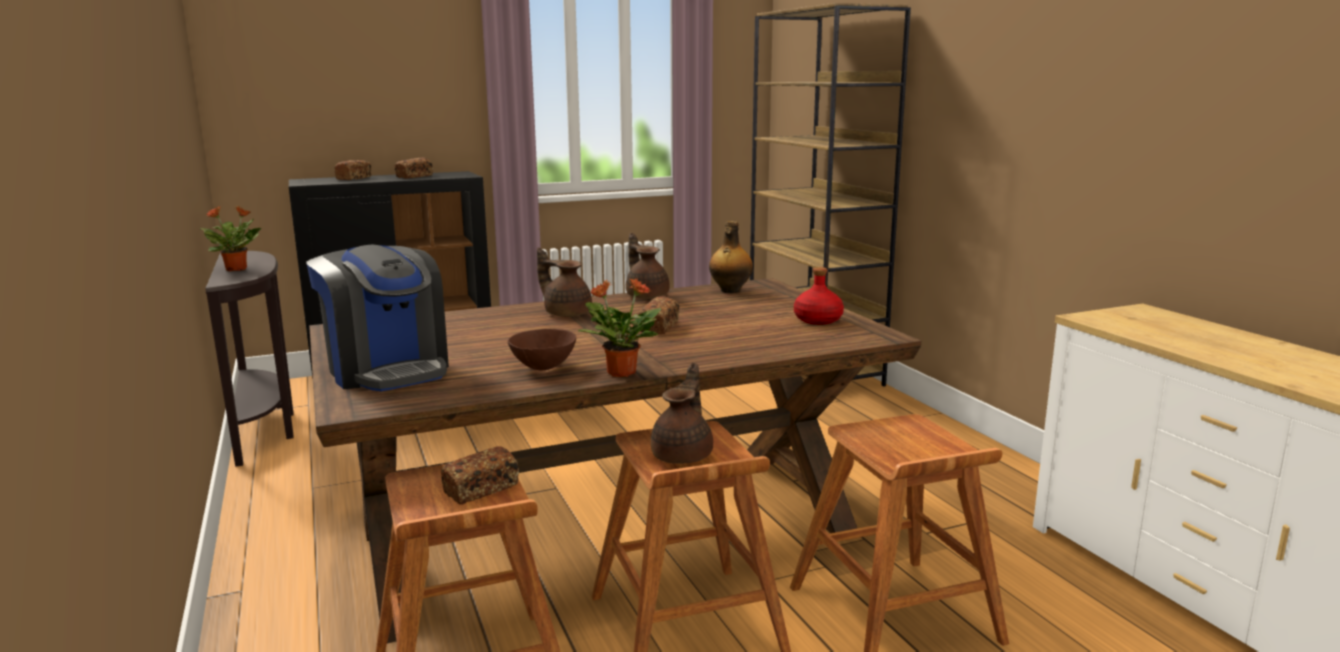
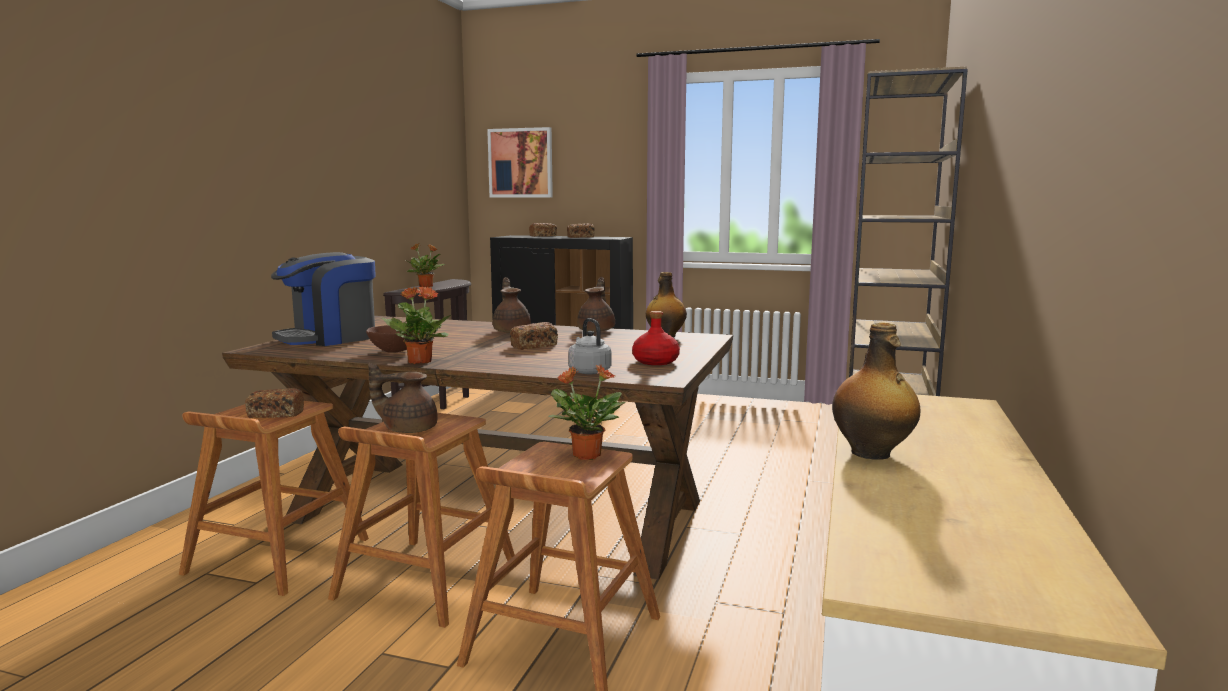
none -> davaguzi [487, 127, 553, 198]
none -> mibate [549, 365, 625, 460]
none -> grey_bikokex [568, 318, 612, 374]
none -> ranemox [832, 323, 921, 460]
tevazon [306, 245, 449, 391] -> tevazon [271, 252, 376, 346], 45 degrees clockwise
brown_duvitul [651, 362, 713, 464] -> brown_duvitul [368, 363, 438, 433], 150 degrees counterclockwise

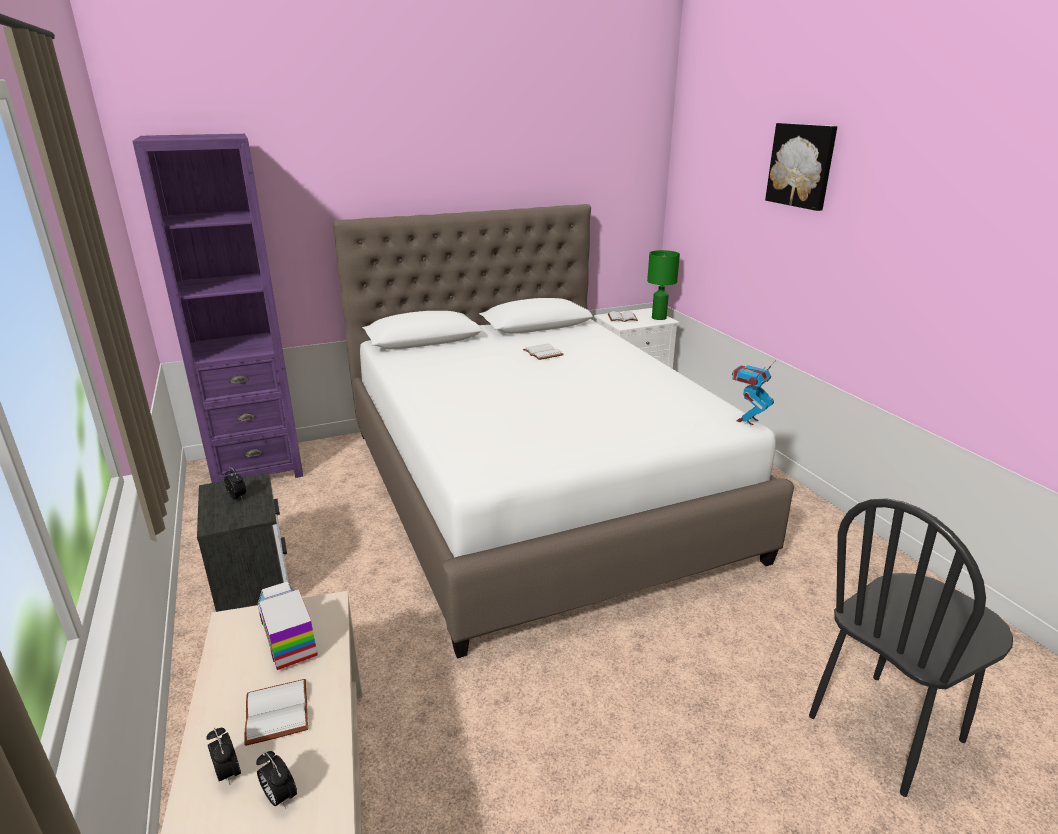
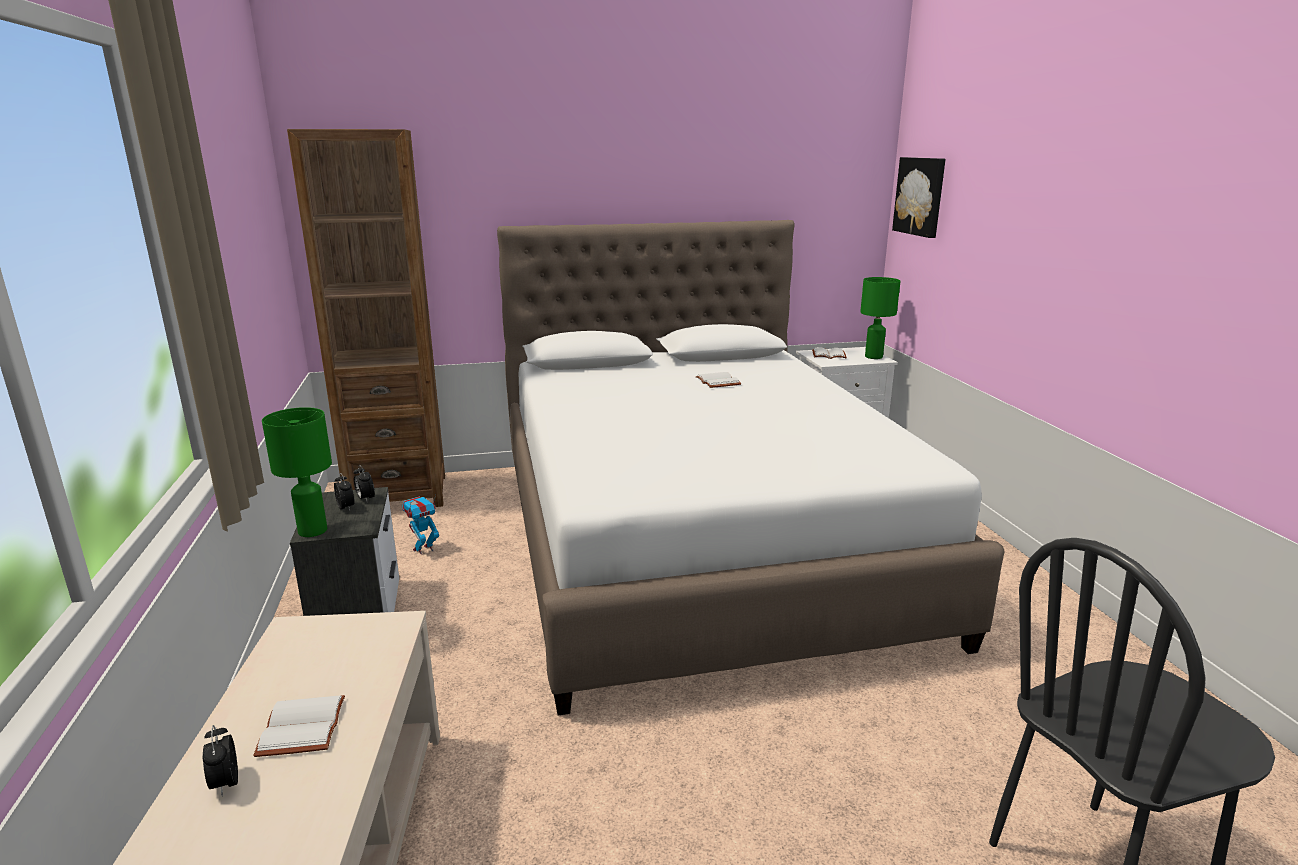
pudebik [258, 581, 318, 670] -> none
none -> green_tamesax [262, 407, 332, 537]
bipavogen [256, 751, 297, 809] -> bipavogen [354, 465, 375, 503], moved
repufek [732, 360, 776, 425] -> repufek [402, 495, 439, 555], moved
davaguzi [765, 123, 837, 211] -> davaguzi [892, 157, 945, 238], moved
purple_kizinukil [132, 134, 303, 483] -> brown_kizinukil [287, 129, 445, 507]

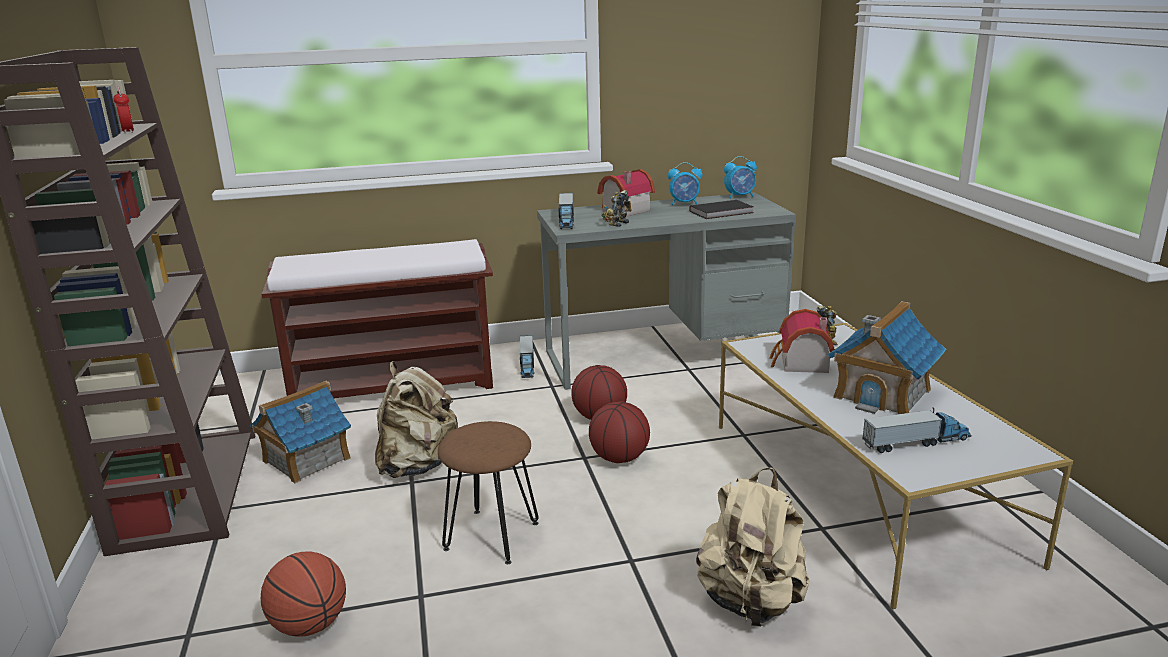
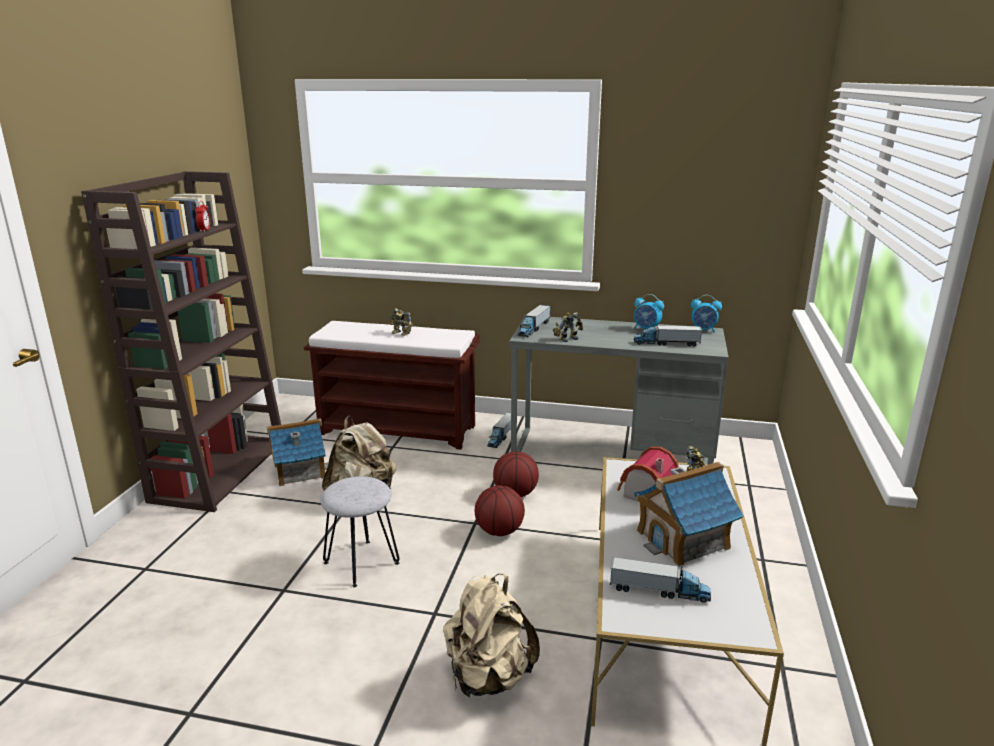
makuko [261, 552, 346, 637] -> none
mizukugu [597, 169, 655, 217] -> none
none -> repufek [390, 308, 413, 336]
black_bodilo [689, 200, 754, 219] -> pudebik [634, 324, 702, 346]
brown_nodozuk [438, 421, 538, 564] -> grey_nodozuk [320, 476, 400, 587]

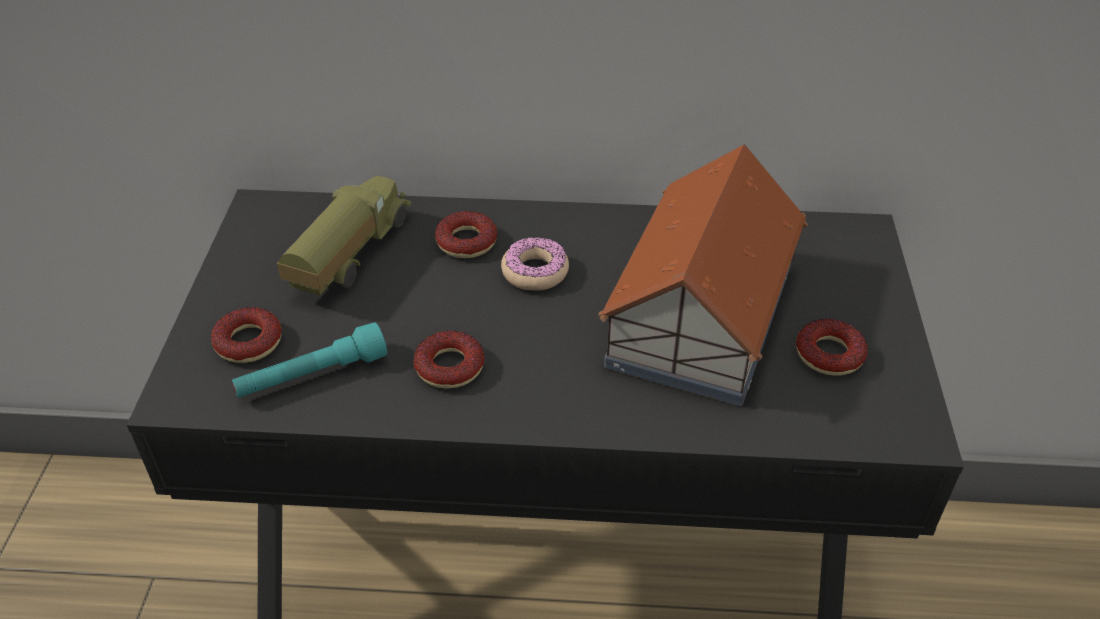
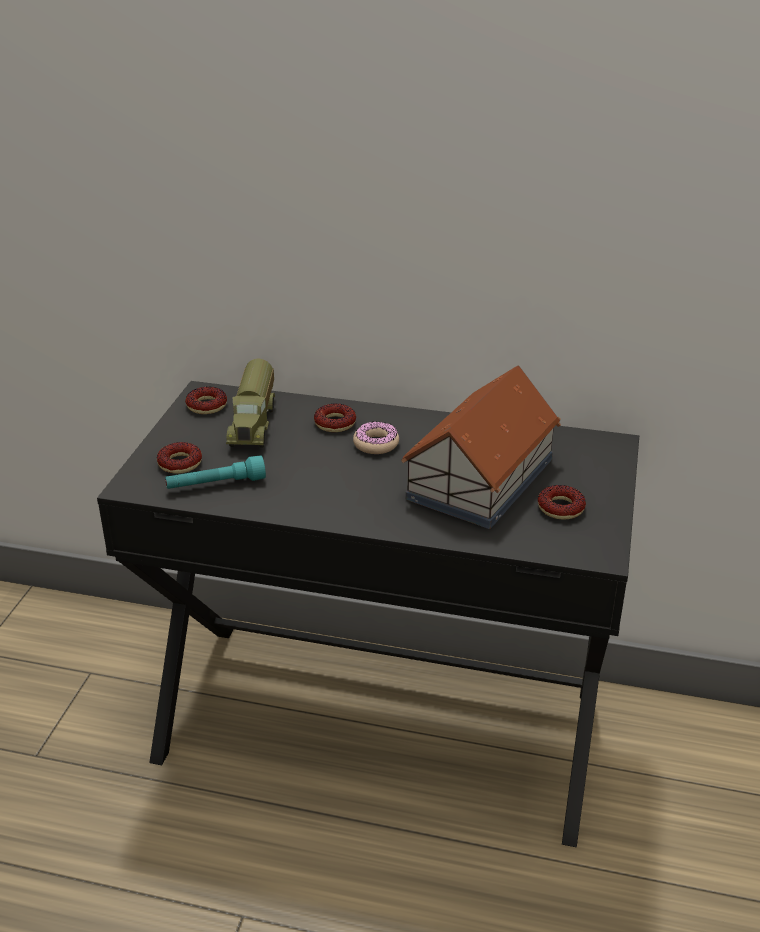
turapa [414, 330, 484, 389] -> turapa [185, 387, 227, 414], moved
pudebik [277, 176, 411, 295] -> pudebik [226, 358, 275, 448], 150 degrees clockwise

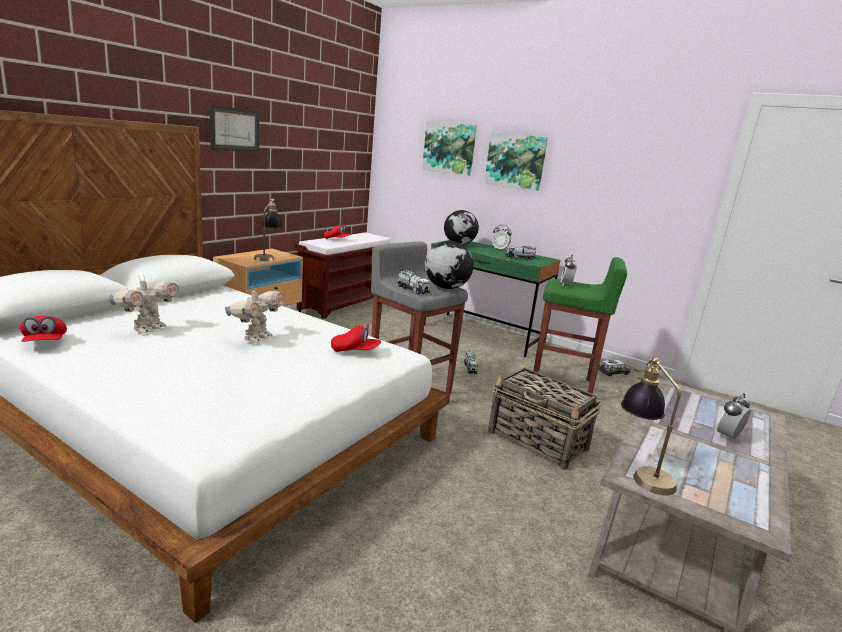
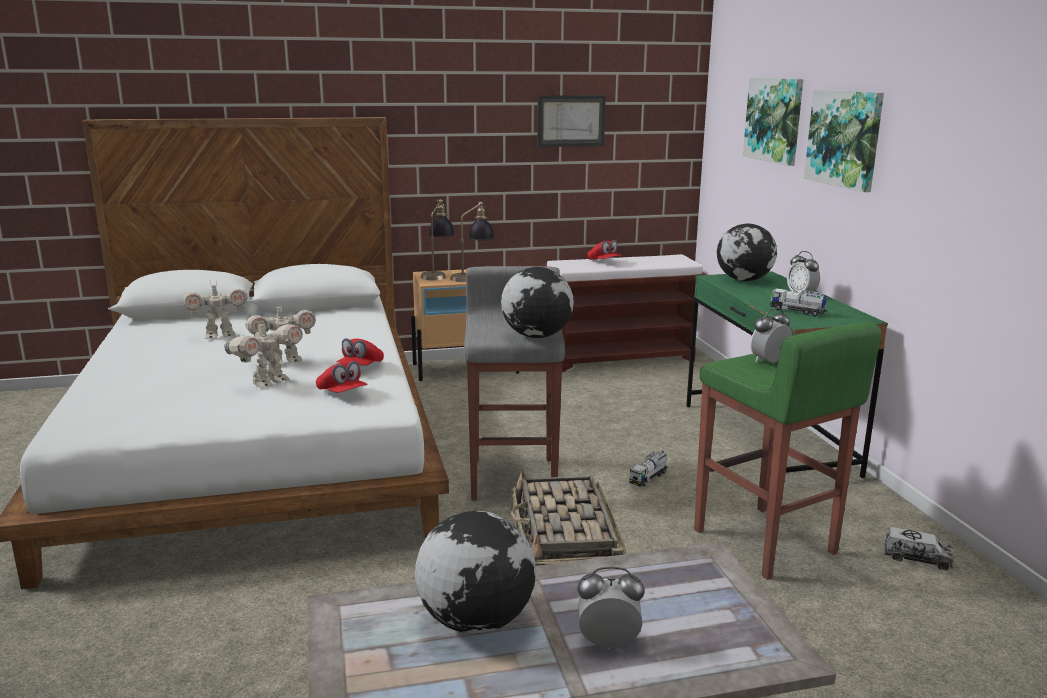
pudebik [397, 270, 431, 295] -> none
none -> repufek [224, 317, 303, 388]
none -> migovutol [415, 511, 536, 634]
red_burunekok [20, 316, 67, 342] -> red_burunekok [337, 338, 384, 366], moved
davaguzi [209, 105, 259, 152] -> davaguzi [537, 95, 606, 147], moved
tamesax [621, 358, 681, 495] -> tamesax [421, 199, 455, 280], moved

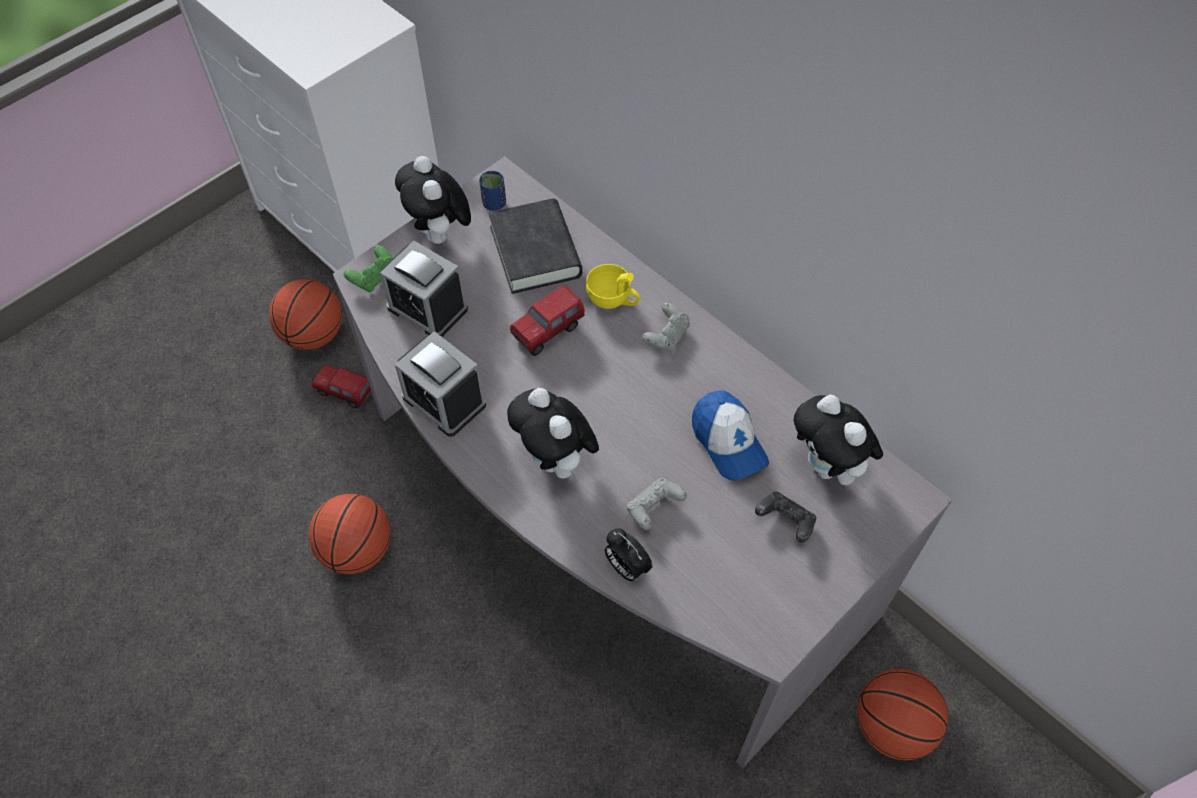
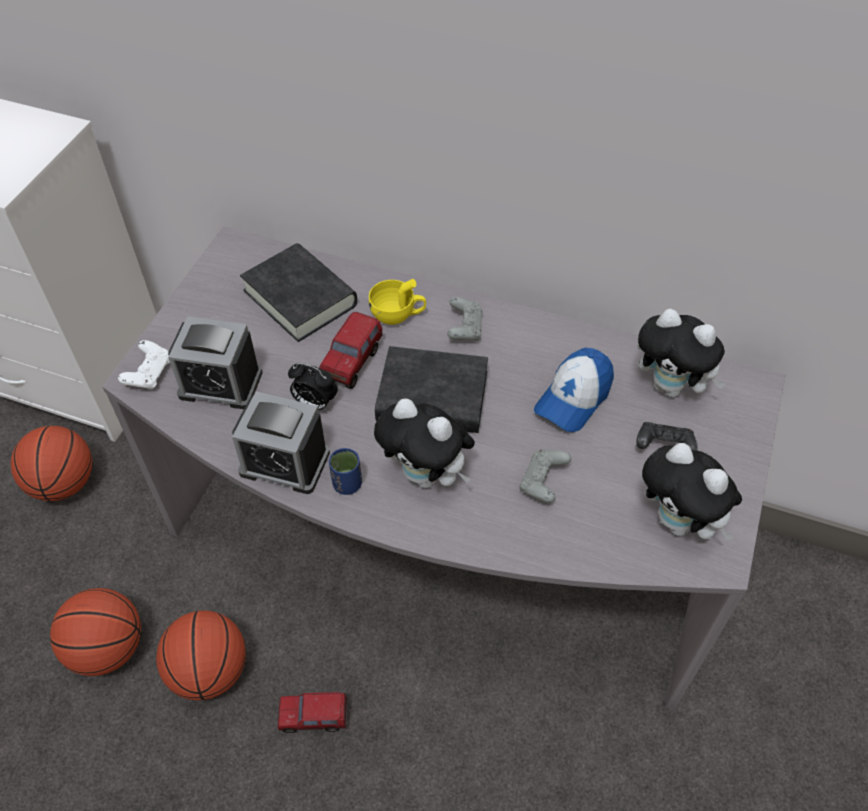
none -> black_bodilo [375, 346, 488, 433]
pudebik [312, 365, 371, 408] -> pudebik [278, 692, 347, 733], moved
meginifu [395, 156, 471, 246] -> meginifu [642, 443, 742, 541], moved
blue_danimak [479, 171, 506, 211] -> blue_danimak [329, 448, 362, 495], moved
bipavogen [605, 528, 653, 581] -> bipavogen [288, 363, 338, 410], moved
makuko [857, 669, 948, 760] -> makuko [50, 588, 141, 676], moved
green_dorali [344, 245, 393, 292] -> white_dorali [118, 340, 170, 390]
burunekok [692, 390, 769, 481] -> burunekok [534, 348, 614, 432], 90 degrees clockwise

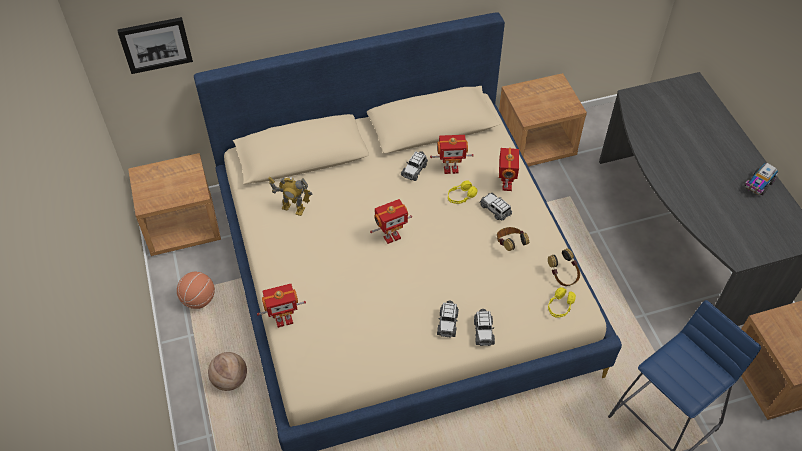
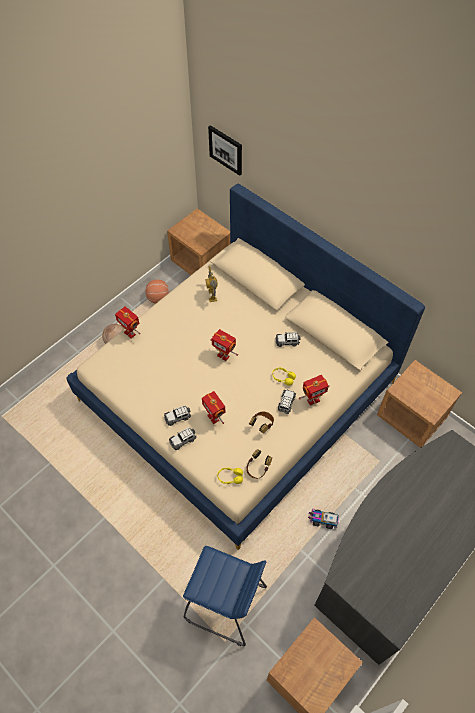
repufek [430, 135, 474, 174] -> repufek [202, 391, 225, 424], moved
pudebik [745, 163, 778, 196] -> pudebik [308, 508, 339, 529], moved

